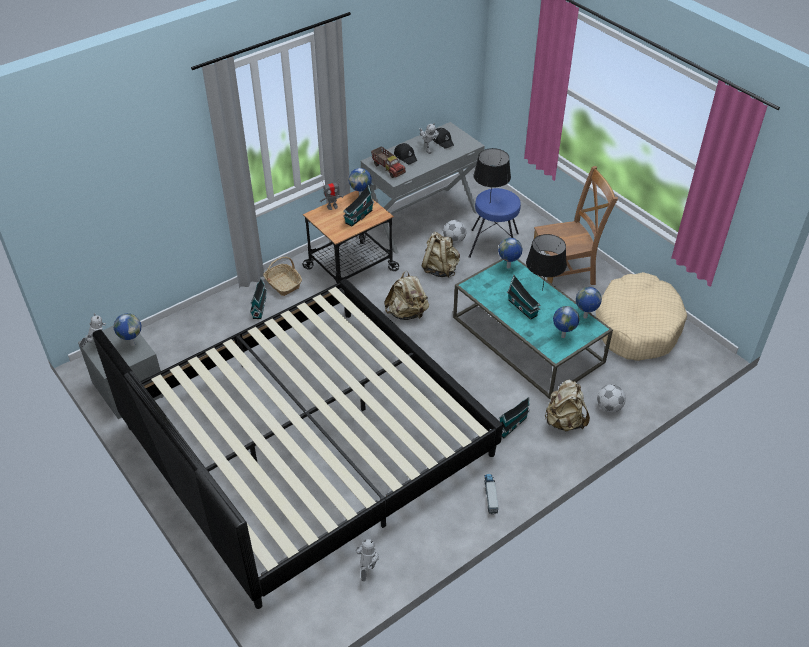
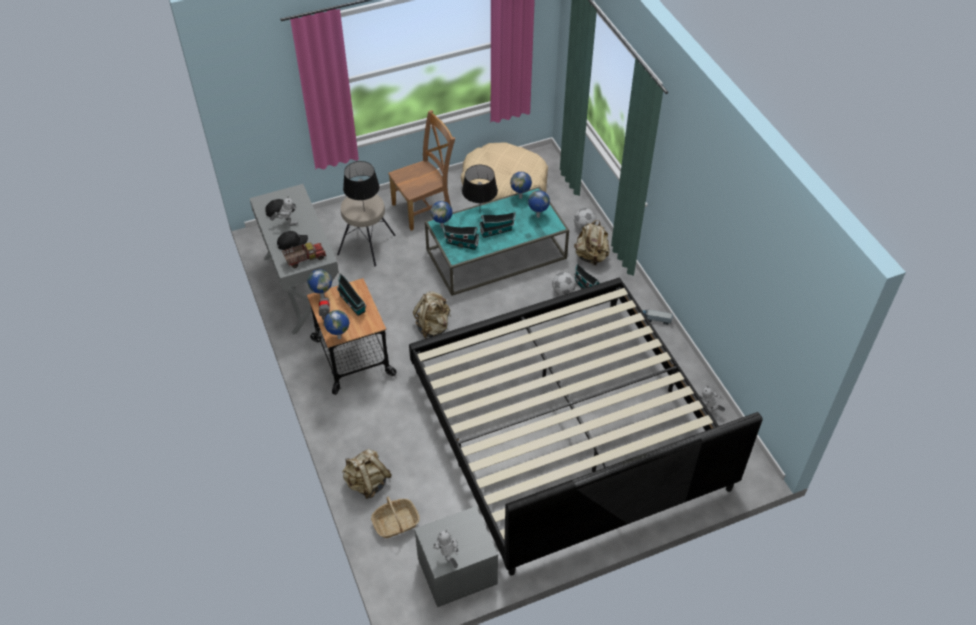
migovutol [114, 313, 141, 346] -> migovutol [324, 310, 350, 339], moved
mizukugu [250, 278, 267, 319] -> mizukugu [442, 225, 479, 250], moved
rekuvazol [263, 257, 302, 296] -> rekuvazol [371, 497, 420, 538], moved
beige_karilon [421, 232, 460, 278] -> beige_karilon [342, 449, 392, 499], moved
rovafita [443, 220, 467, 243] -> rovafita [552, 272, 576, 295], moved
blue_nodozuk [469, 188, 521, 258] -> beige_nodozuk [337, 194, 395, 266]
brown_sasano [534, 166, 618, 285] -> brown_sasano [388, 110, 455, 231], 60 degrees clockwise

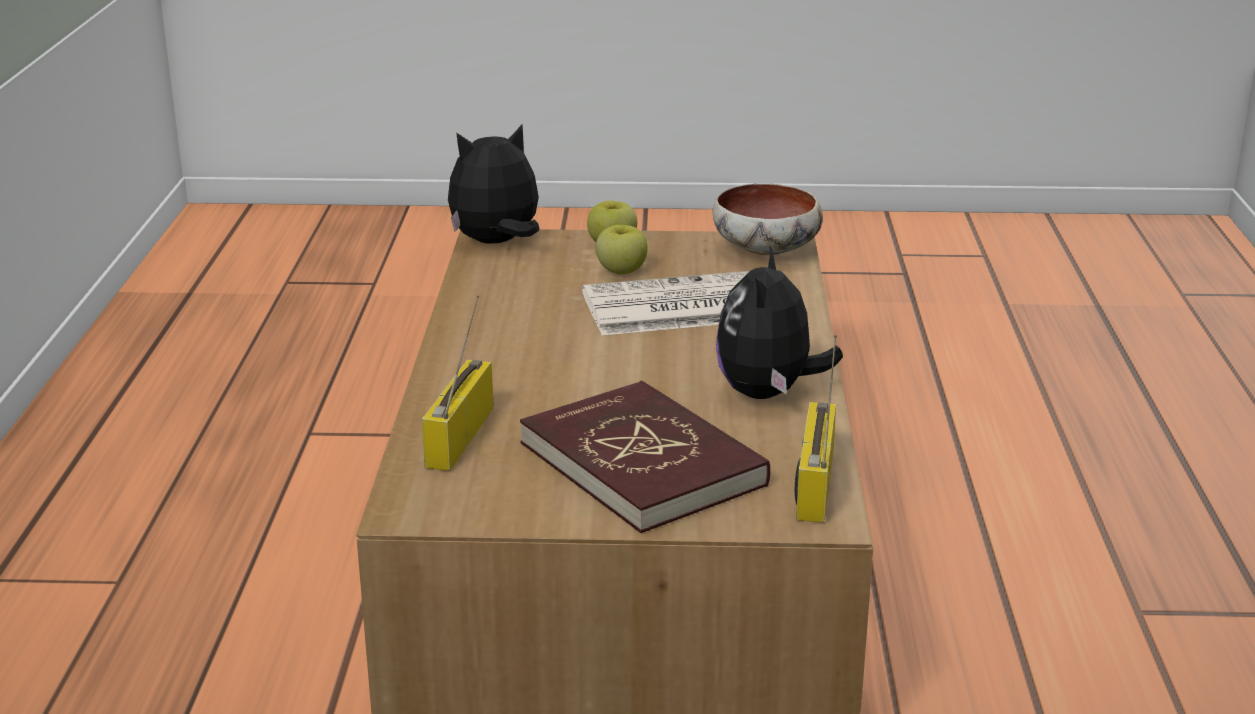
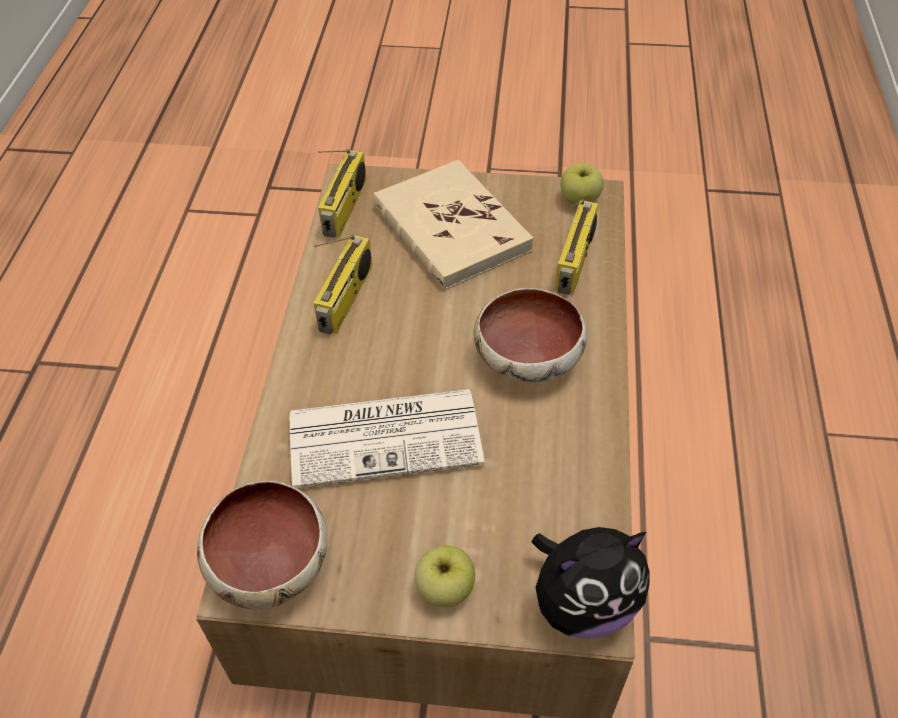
none -> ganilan [474, 288, 587, 382]
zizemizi [596, 225, 648, 275] -> zizemizi [561, 163, 604, 205], moved
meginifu [716, 246, 843, 399] -> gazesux [314, 235, 372, 334]
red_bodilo [520, 381, 770, 533] -> beige_bodilo [373, 160, 534, 291]

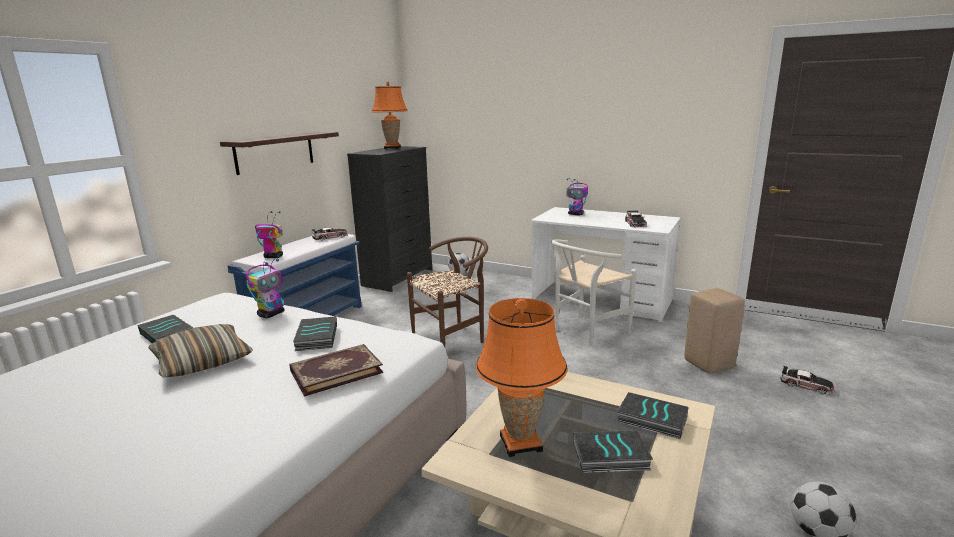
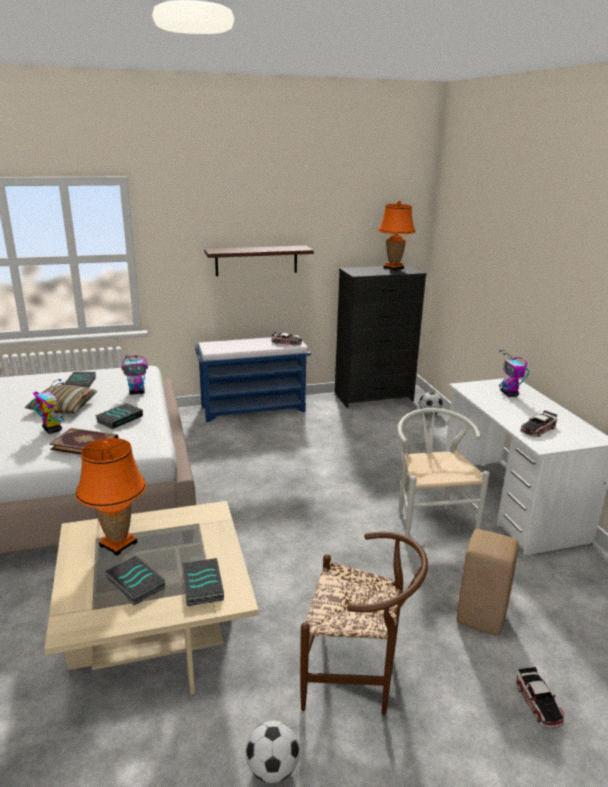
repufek [255, 211, 283, 258] -> repufek [30, 379, 64, 434], moved
brown_sasano [407, 237, 488, 347] -> brown_sasano [300, 532, 428, 715], moved
white_sasano [552, 240, 637, 346] -> white_sasano [397, 408, 490, 546], 75 degrees clockwise

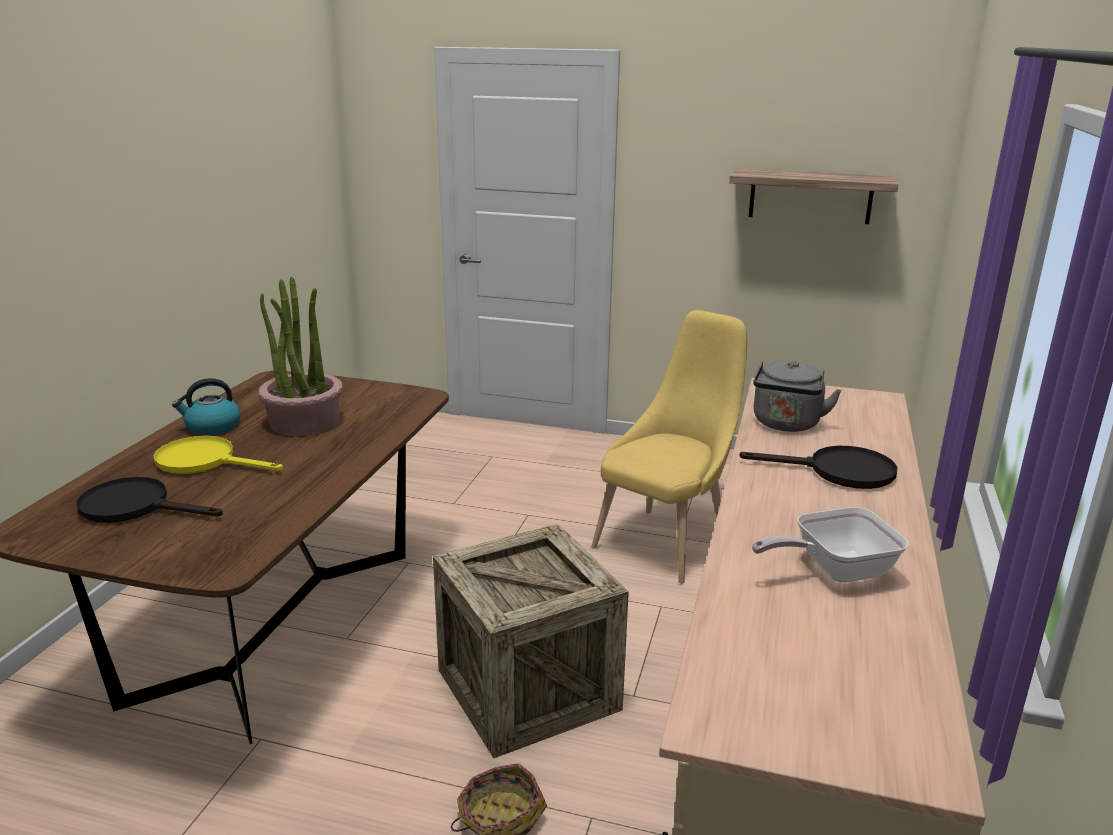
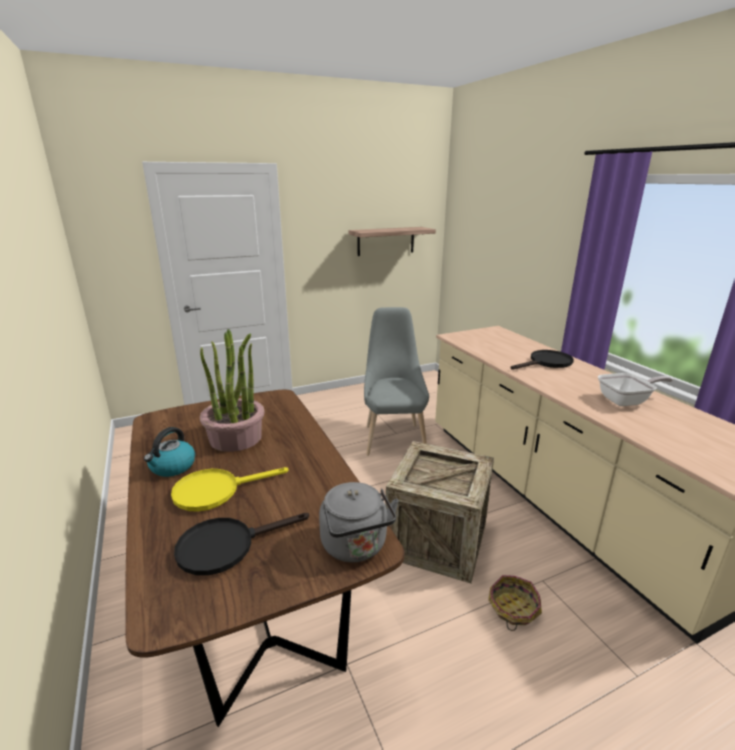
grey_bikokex [753, 361, 842, 432] -> grey_bikokex [319, 482, 399, 562], moved
yellow_sasano [591, 310, 747, 584] -> grey_sasano [364, 307, 429, 456]
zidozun [752, 507, 909, 583] -> zidozun [598, 373, 673, 406], 135 degrees counterclockwise

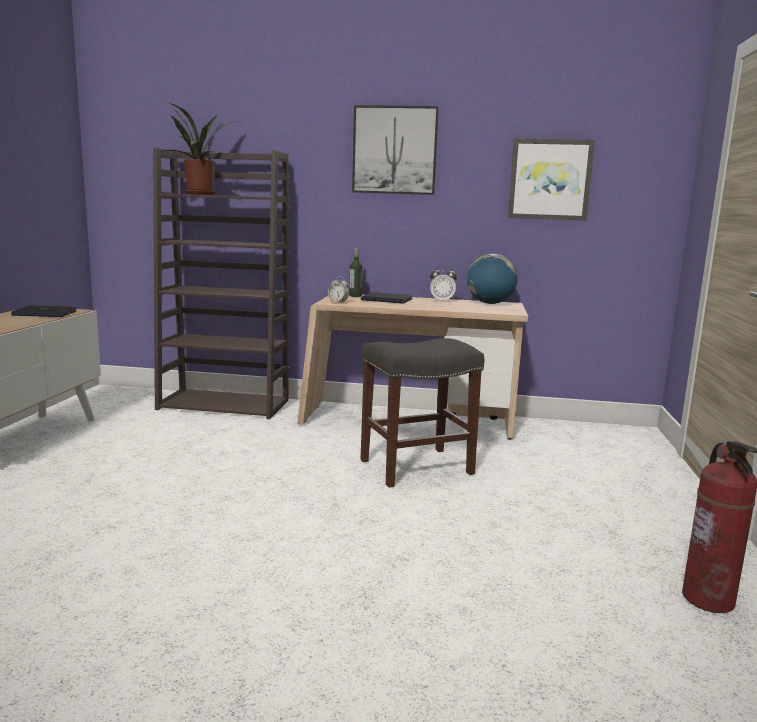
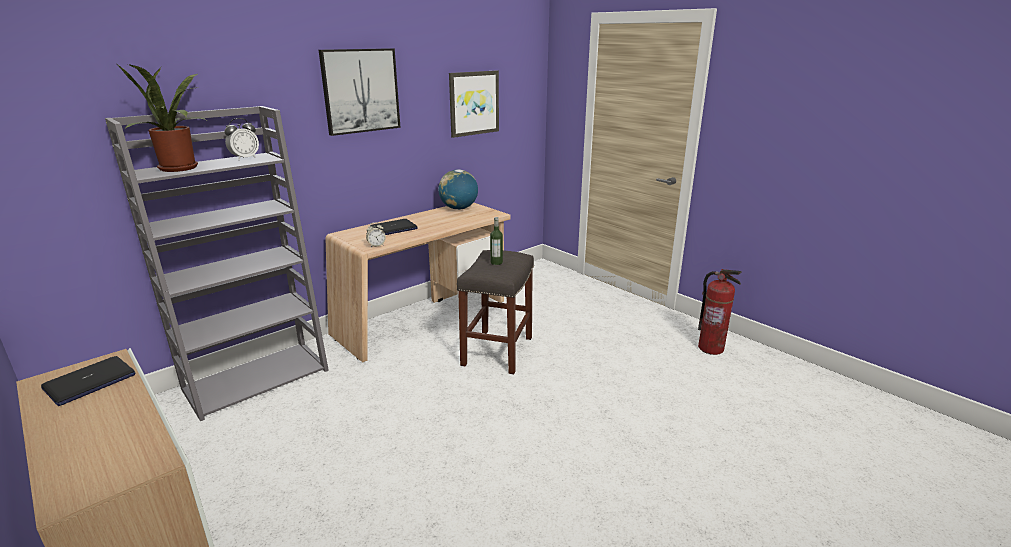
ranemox [349, 248, 362, 297] -> ranemox [490, 217, 503, 265], moved
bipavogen [430, 265, 457, 302] -> bipavogen [224, 118, 259, 160], moved
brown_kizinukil [153, 148, 289, 419] -> grey_kizinukil [105, 106, 329, 421]

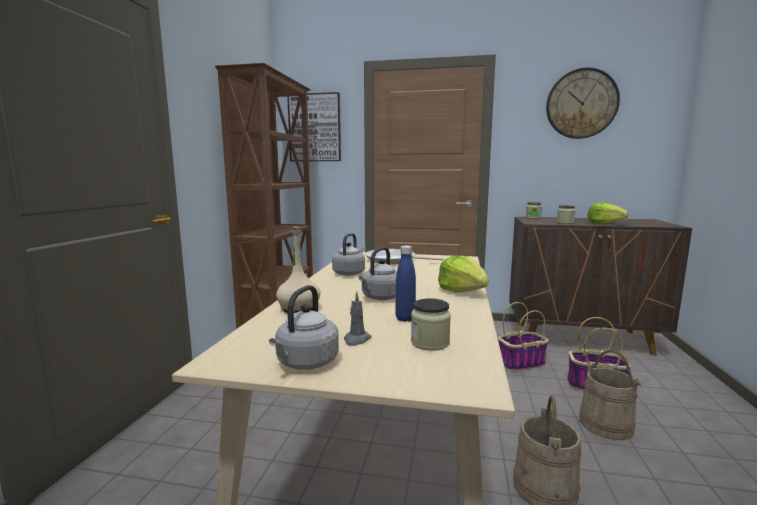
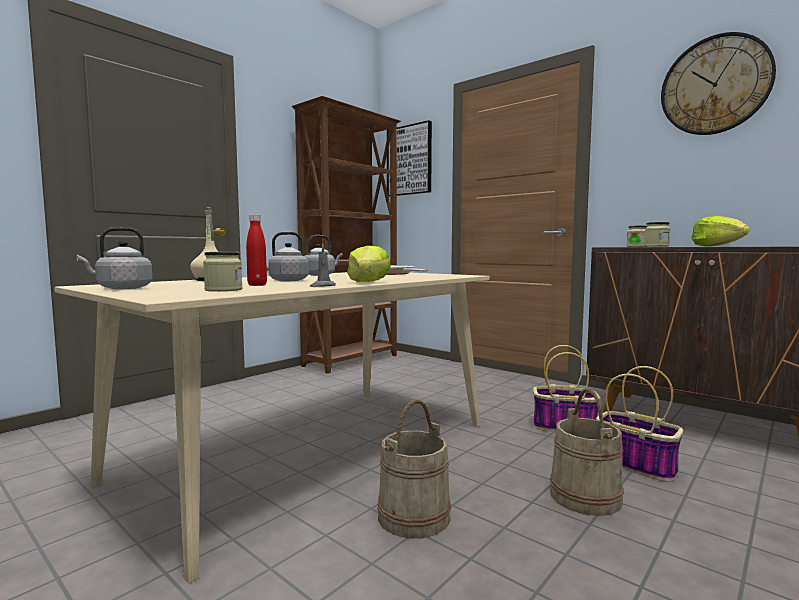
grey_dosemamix [344, 291, 371, 346] -> grey_dosemamix [310, 243, 336, 287], moved
blue_ranemox [395, 245, 416, 322] -> red_ranemox [246, 214, 267, 286]

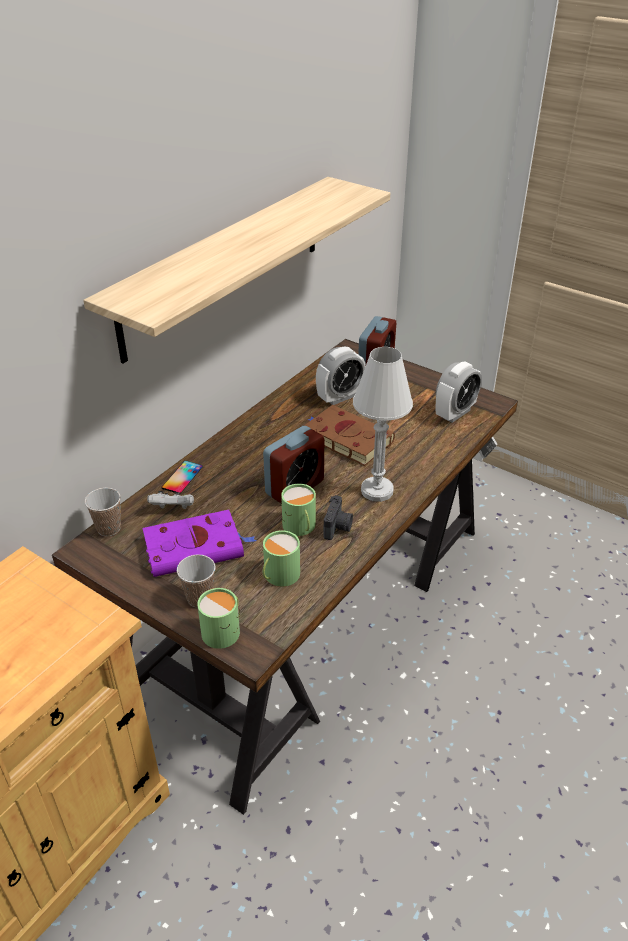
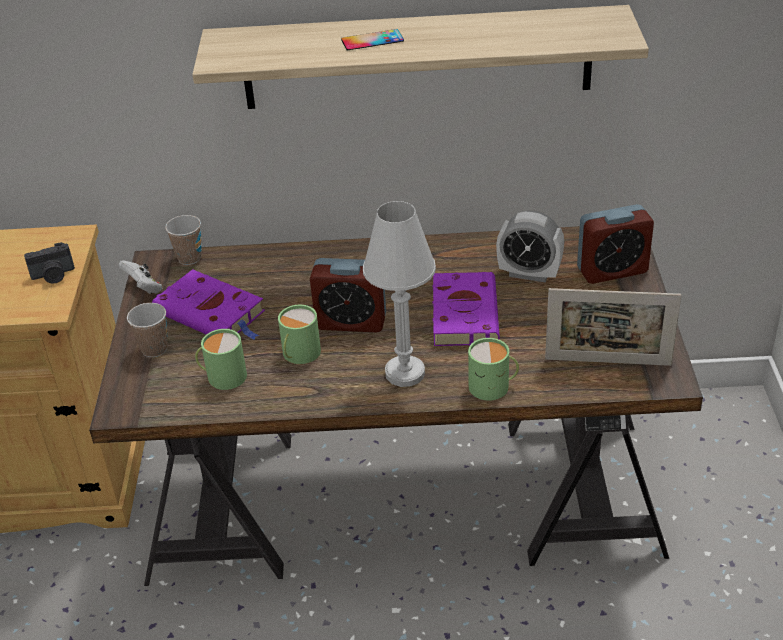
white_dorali [147, 491, 194, 509] -> white_dorali [118, 260, 162, 294], moved
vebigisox [161, 461, 203, 494] -> vebigisox [341, 29, 404, 50], moved
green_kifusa [197, 588, 240, 649] -> green_kifusa [468, 338, 519, 401], moved
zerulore [324, 495, 353, 540] -> zerulore [24, 242, 75, 284], moved
bipavogen [436, 362, 482, 423] -> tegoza [545, 288, 682, 366]
brown_bodilo [304, 405, 395, 466] -> purple_bodilo [433, 272, 500, 346]

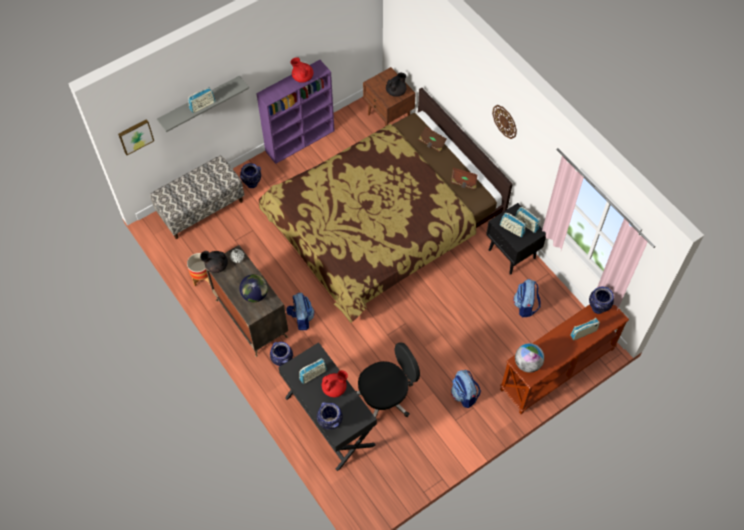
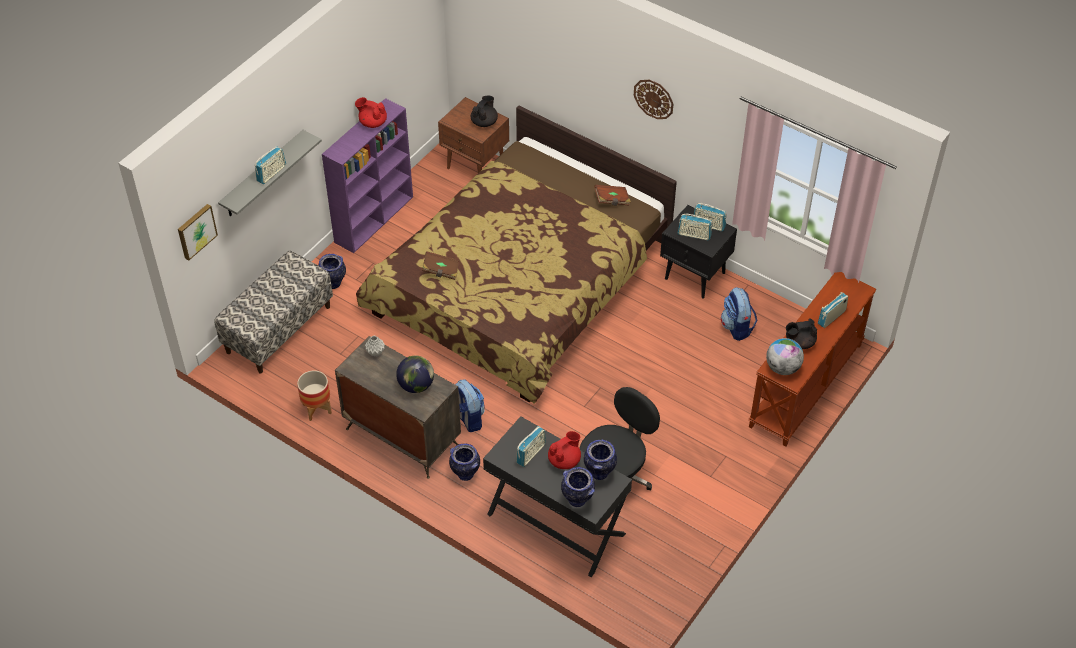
karilon [451, 370, 481, 408] -> none
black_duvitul [200, 251, 228, 273] -> black_duvitul [786, 318, 817, 349], moved
brown_bodilo [418, 127, 447, 152] -> brown_bodilo [422, 251, 459, 280], moved
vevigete [589, 287, 614, 314] -> vevigete [584, 440, 617, 480], moved

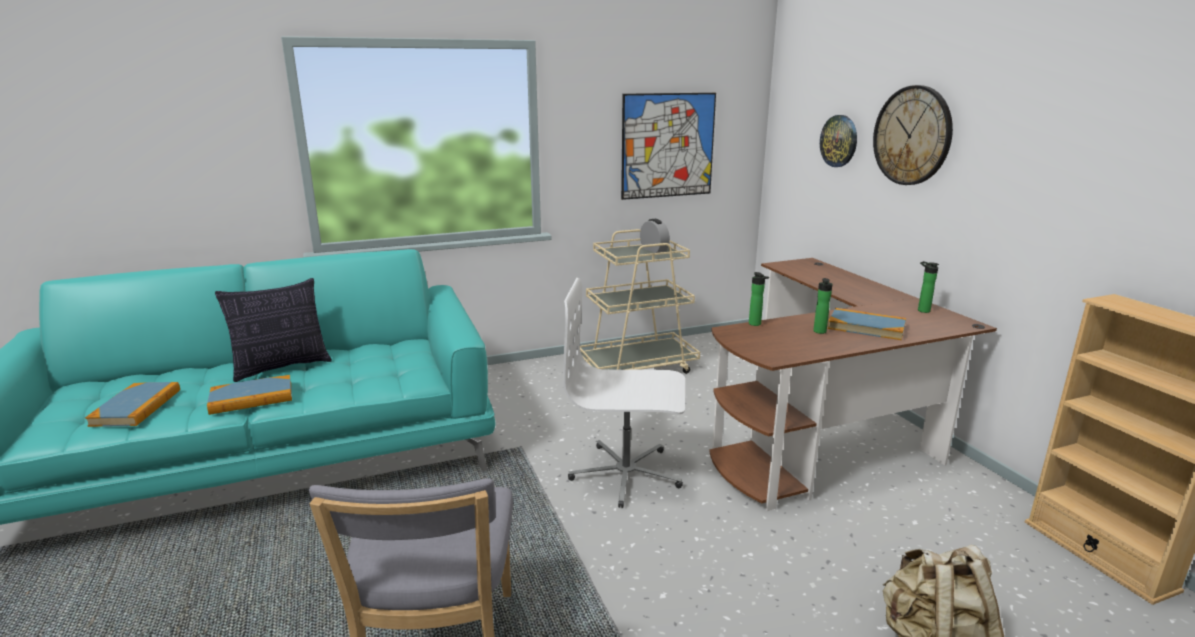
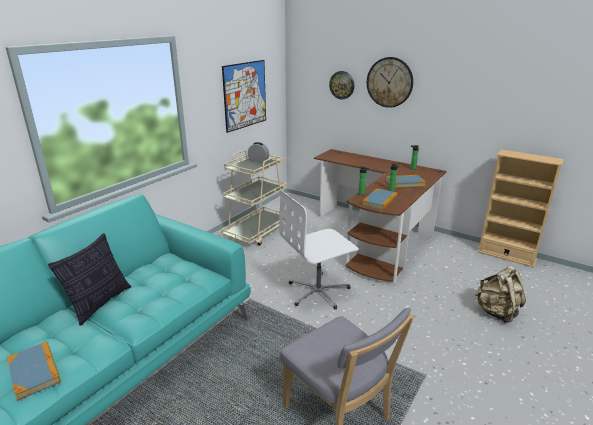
bodilo [207, 375, 292, 415] -> bodilo [362, 189, 398, 210], moved

